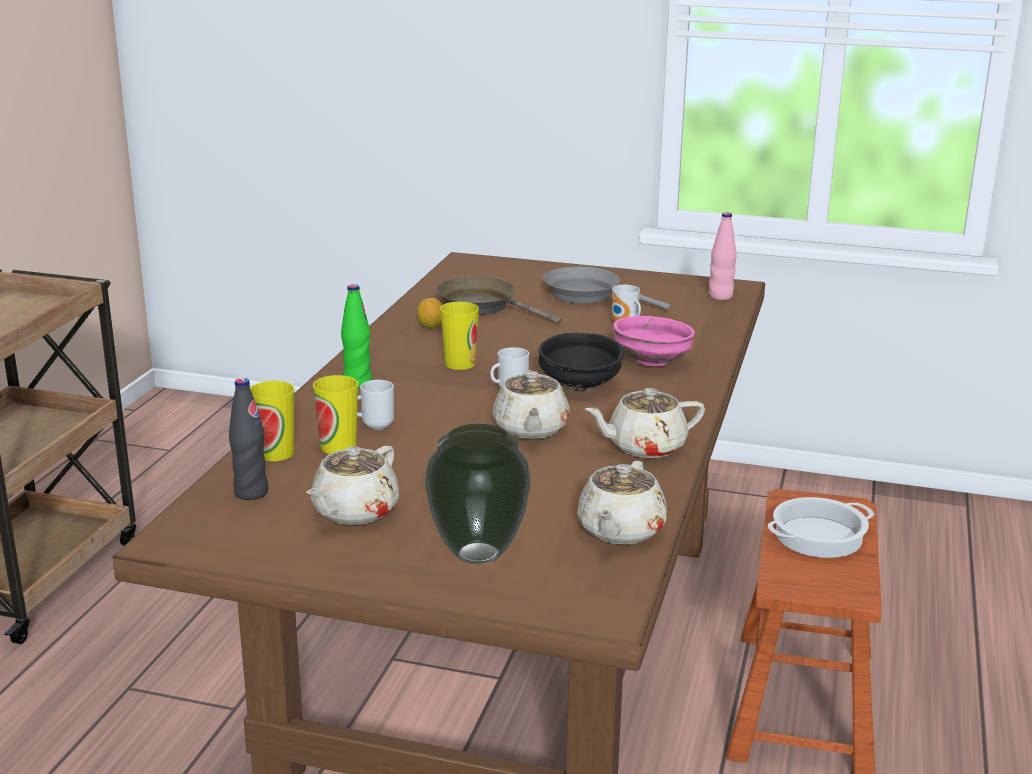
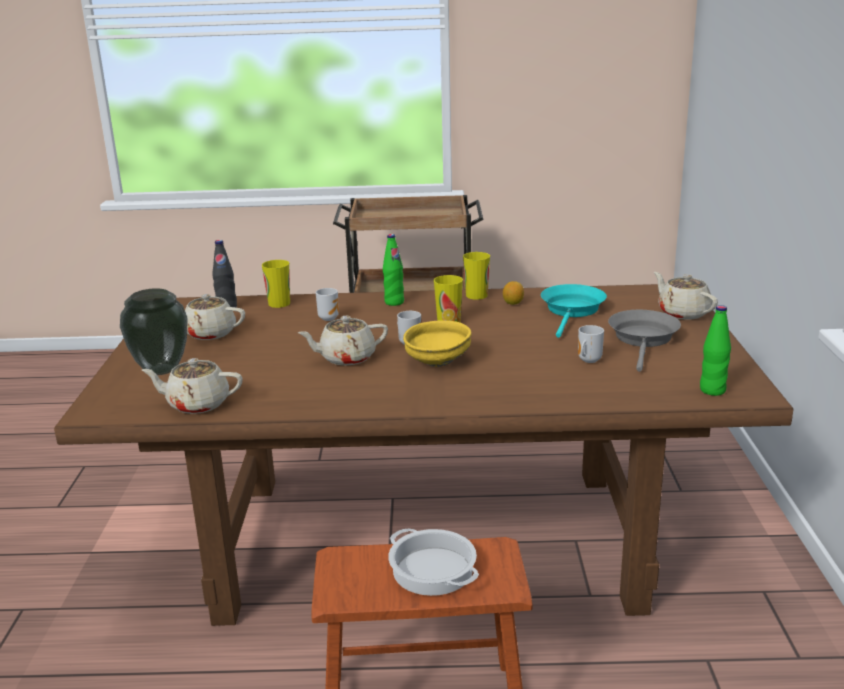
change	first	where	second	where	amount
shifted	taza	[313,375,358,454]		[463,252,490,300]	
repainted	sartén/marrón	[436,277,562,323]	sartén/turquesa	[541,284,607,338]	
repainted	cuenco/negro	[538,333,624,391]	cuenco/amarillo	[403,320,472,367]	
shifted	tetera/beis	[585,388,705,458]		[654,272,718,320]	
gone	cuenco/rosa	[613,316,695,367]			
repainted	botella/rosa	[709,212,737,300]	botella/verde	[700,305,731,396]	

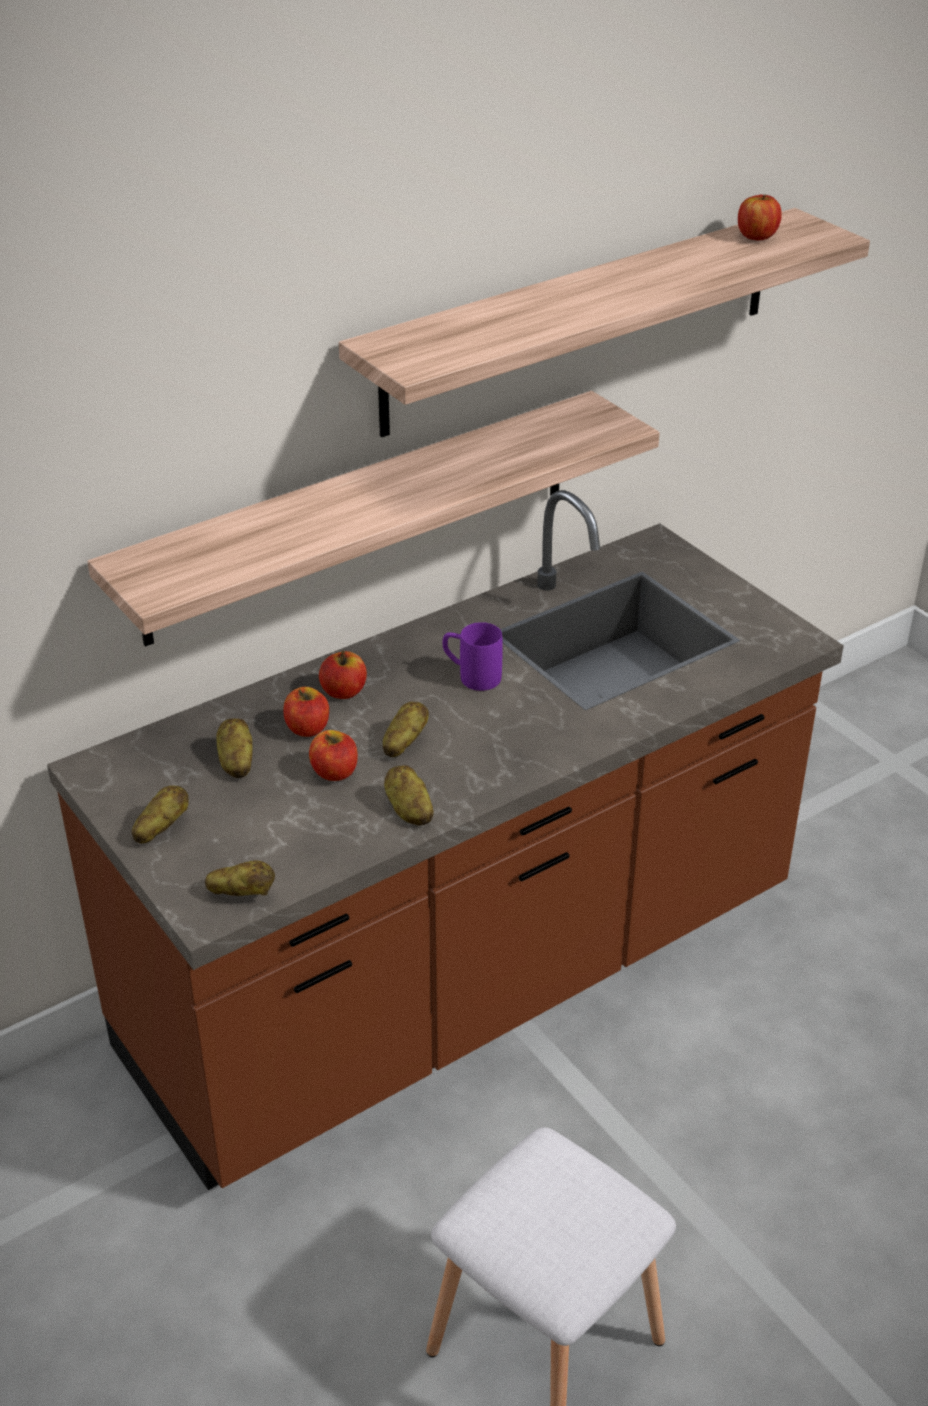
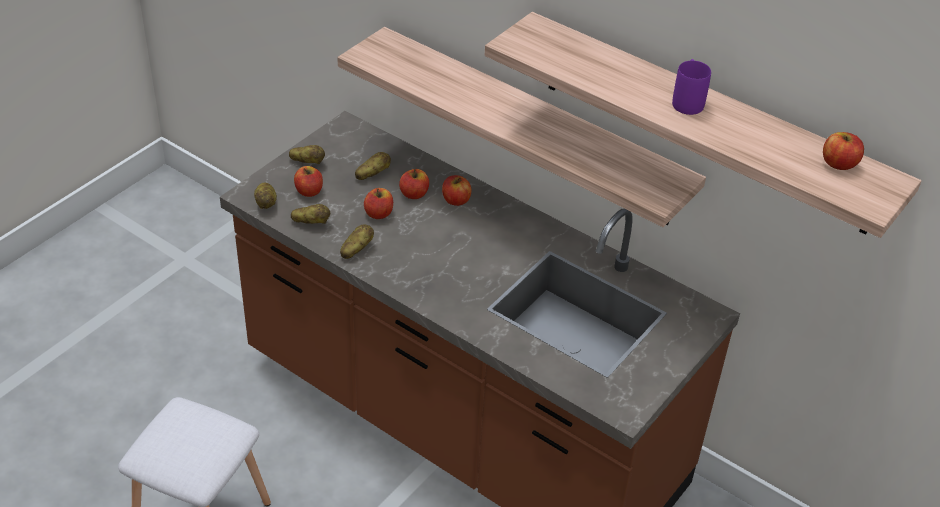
change	first	where	second	where	amount
shifted	patata	[383,702,429,757]		[291,204,330,224]	
shifted	taza grande/morado	[443,622,503,691]		[672,59,711,115]	
new			manzana	[294,166,323,197]	

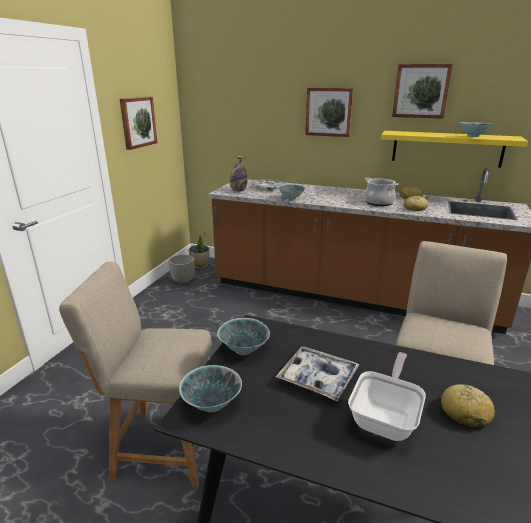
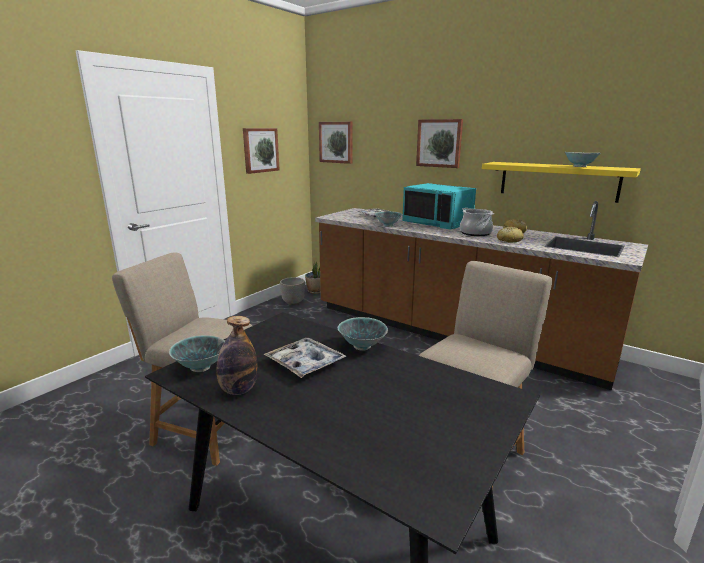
change	first	where	second	where	amount
shifted	cuenco	[217,318,270,355]		[338,317,388,351]	
shifted	botella	[230,156,247,192]		[216,316,258,395]	
gone	sartén	[348,352,426,441]			
shifted	cuadro	[392,64,453,119]		[319,122,353,164]	
gone	pan	[441,384,495,427]			
new			microondas/turquesa	[402,183,476,230]	

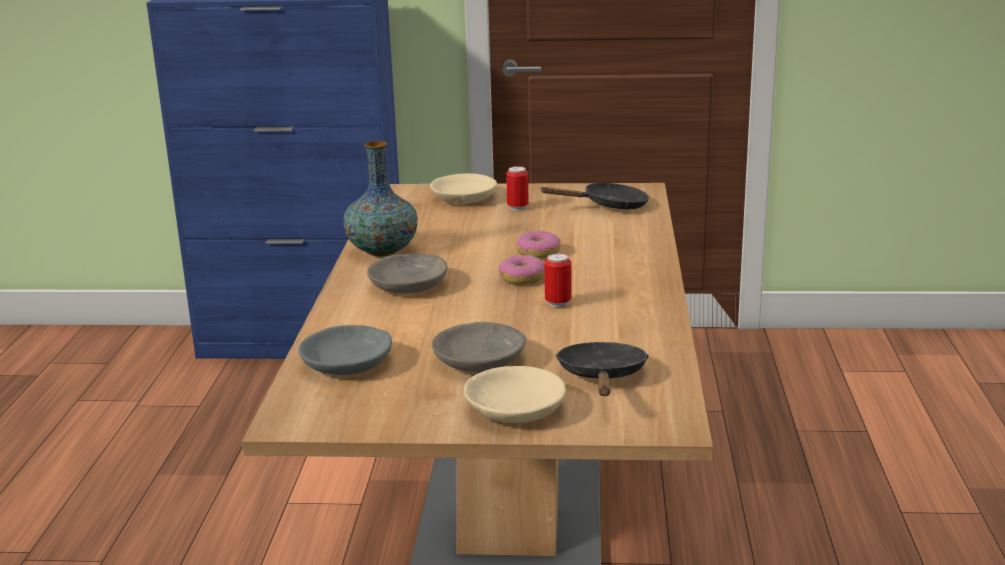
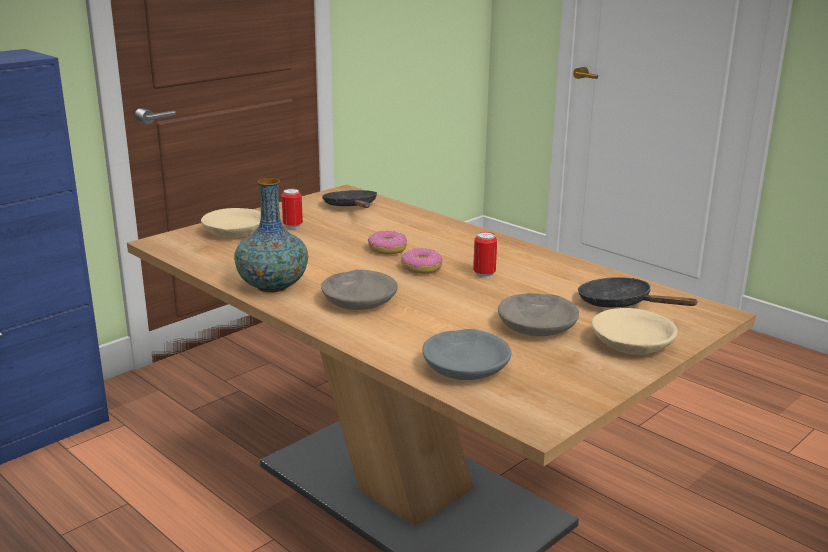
change	first	where	second	where	amount
rotated	sartén/negro	[540,182,649,209]		[322,190,377,208]	45 degrees counterclockwise

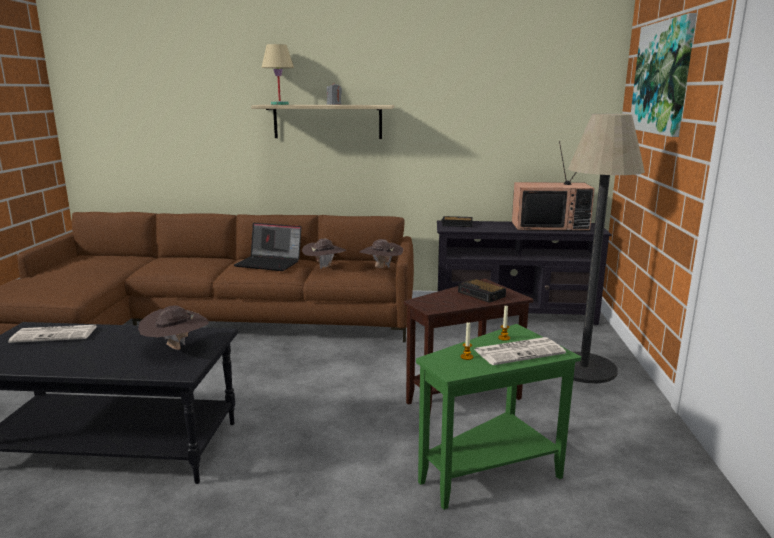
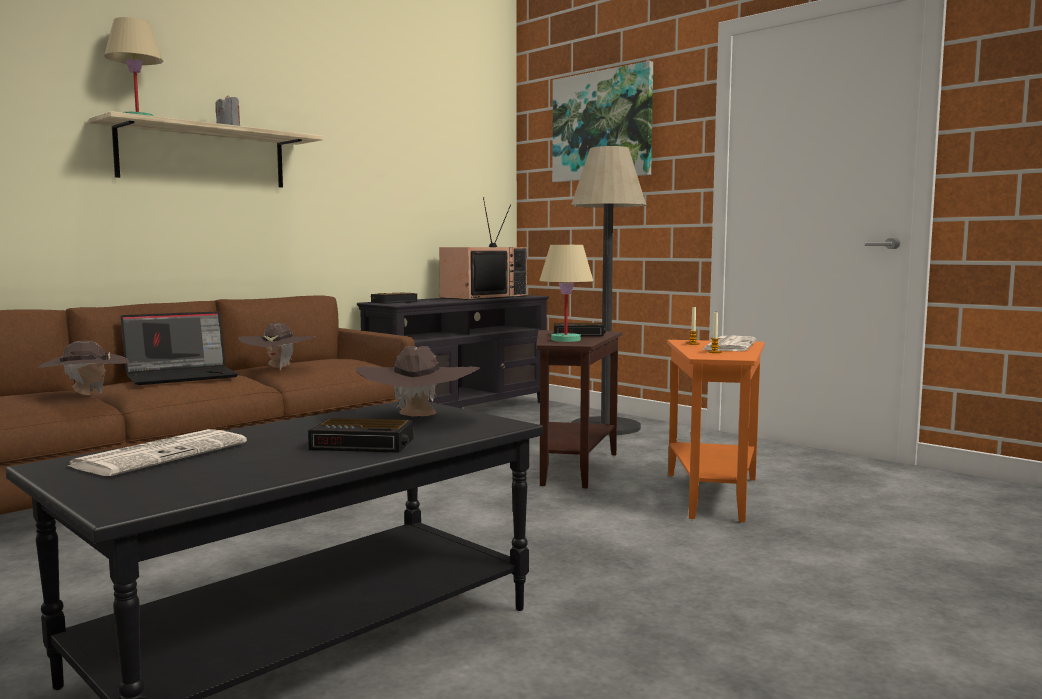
change	first	where	second	where	amount
shifted	sombrero/marrón	[360,239,403,268]		[37,340,130,395]	
repainted	mesa auxiliar/verde	[416,324,581,510]	mesa auxiliar/naranja	[667,340,765,522]	
new			despertador	[308,418,413,453]	
new			lámpara de mesa/beis	[539,245,593,342]	

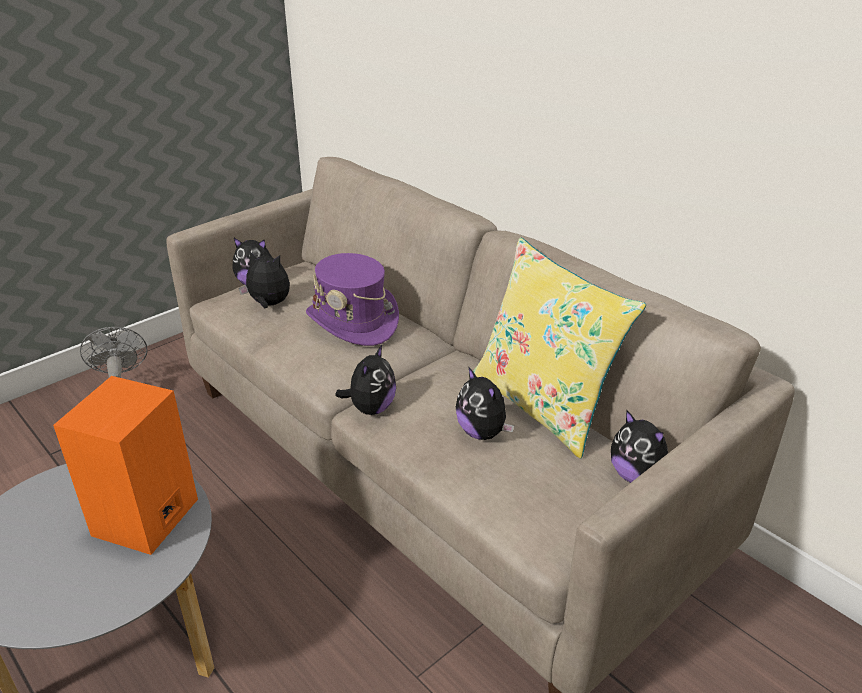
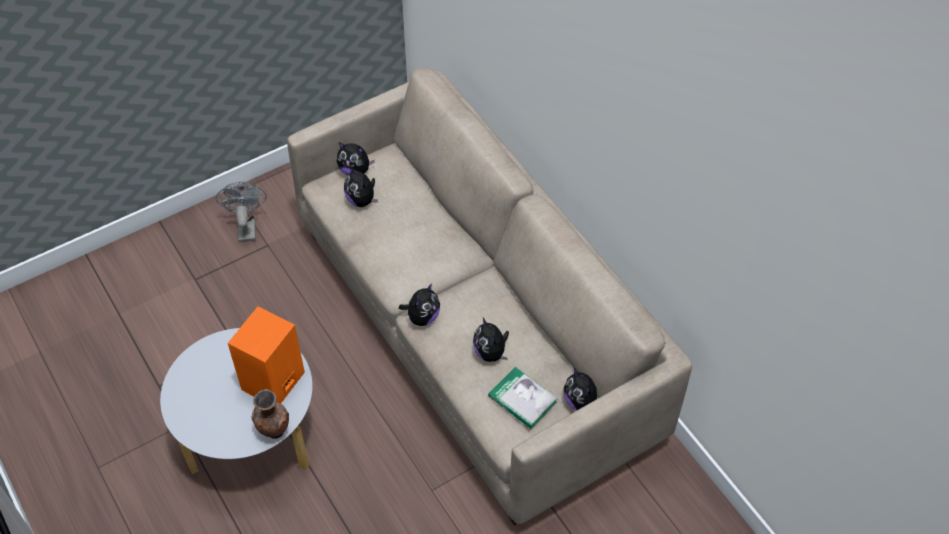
change	first	where	second	where	amount
rotated	peluche	[239,251,290,308]		[344,167,378,207]	150 degrees counterclockwise
gone	sombrero/morado	[306,253,399,346]			
gone	cojín/amarillo	[473,238,646,459]			
new			florero/marrón	[252,389,289,439]	
new			libro	[488,367,558,429]	

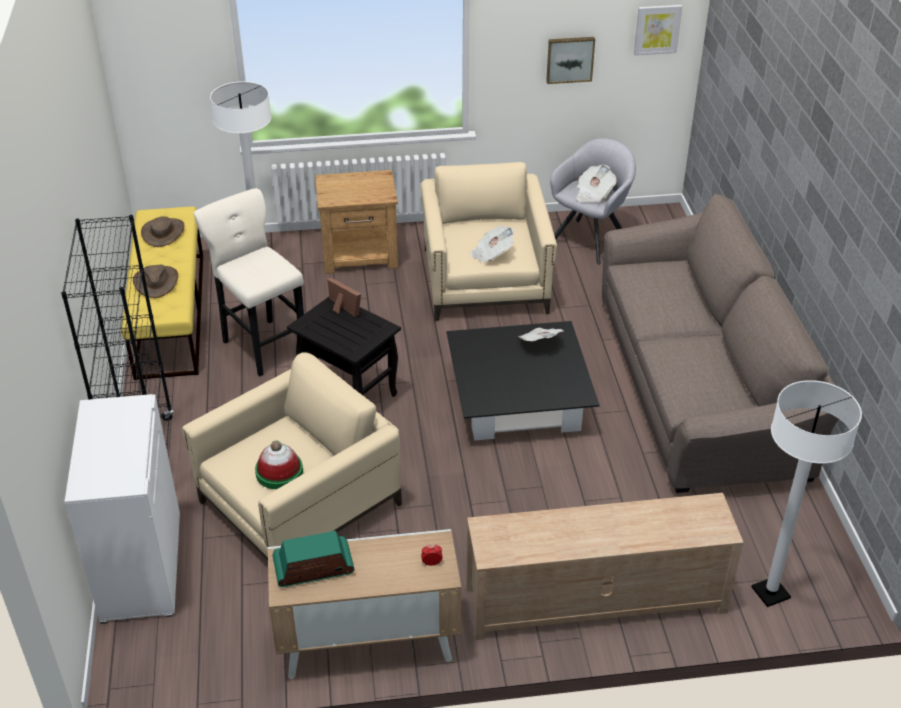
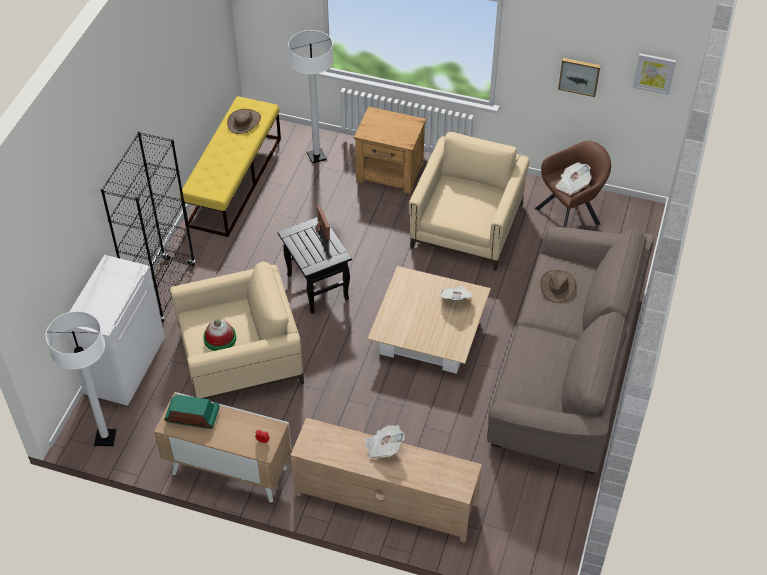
change	first	where	second	where	amount
shifted	sombrero/marrón	[133,264,178,298]		[540,270,576,303]	
gone	taburete/beis	[193,188,307,376]			
repainted	mesa de centro/negro	[446,321,599,441]	mesa de centro/beis	[367,266,491,374]	
shifted	periódico	[470,225,515,263]		[364,425,405,459]	
repainted	sillón/gris	[550,138,636,265]	sillón/marrón	[535,141,611,228]	
shifted	lámpara de pie/blanco	[751,380,862,607]		[46,311,116,446]	

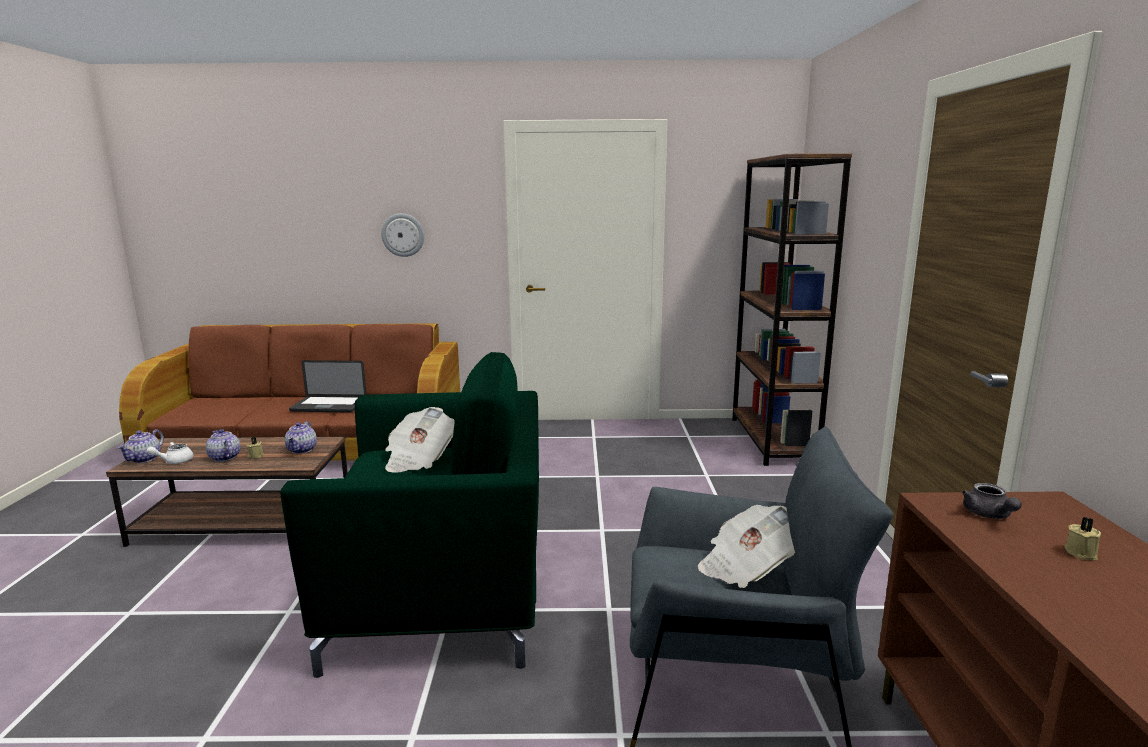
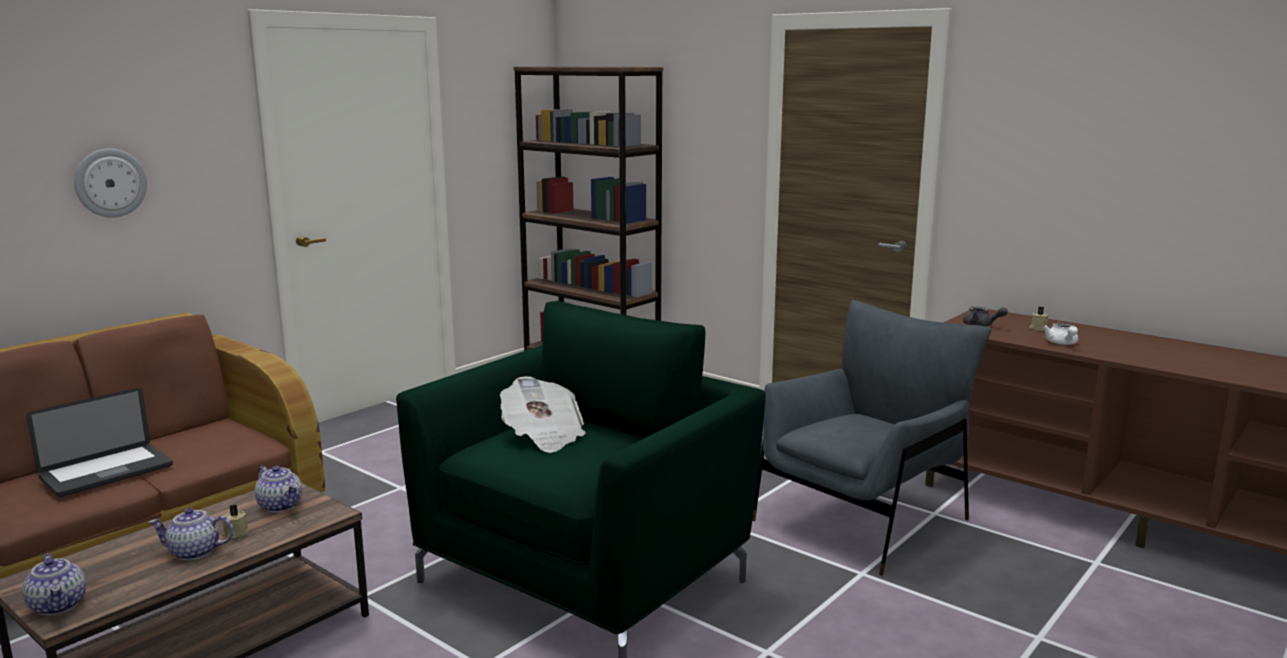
change	first	where	second	where	amount
shifted	tetera/blanco	[146,442,194,464]		[1043,322,1078,345]	
gone	periódico	[698,505,795,588]			

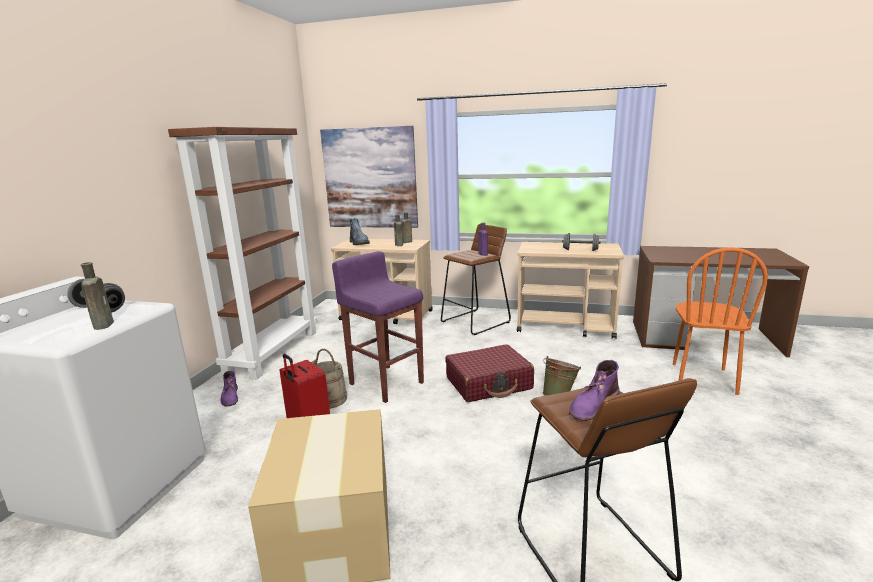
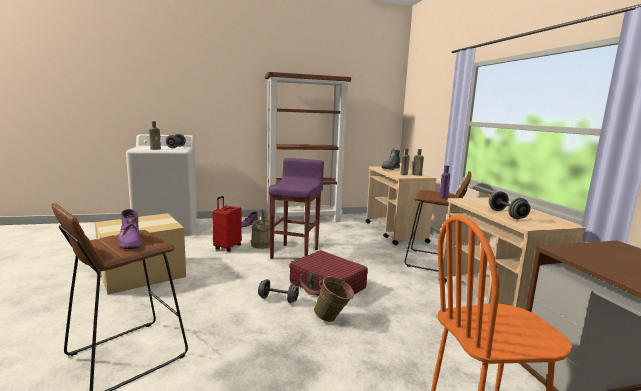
change	first	where	second	where	amount
gone	cuadro	[320,126,418,228]			
rotated	bota/morado	[569,360,620,421]		[118,209,142,249]	135 degrees counterclockwise
new			mancuerna/gris	[258,279,299,303]	

